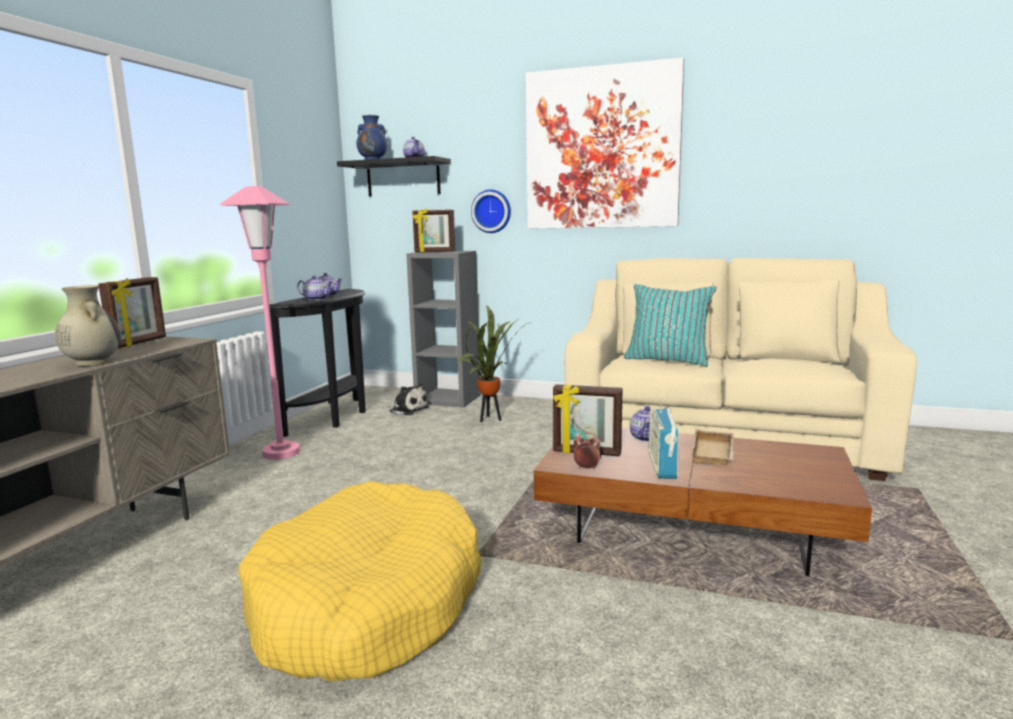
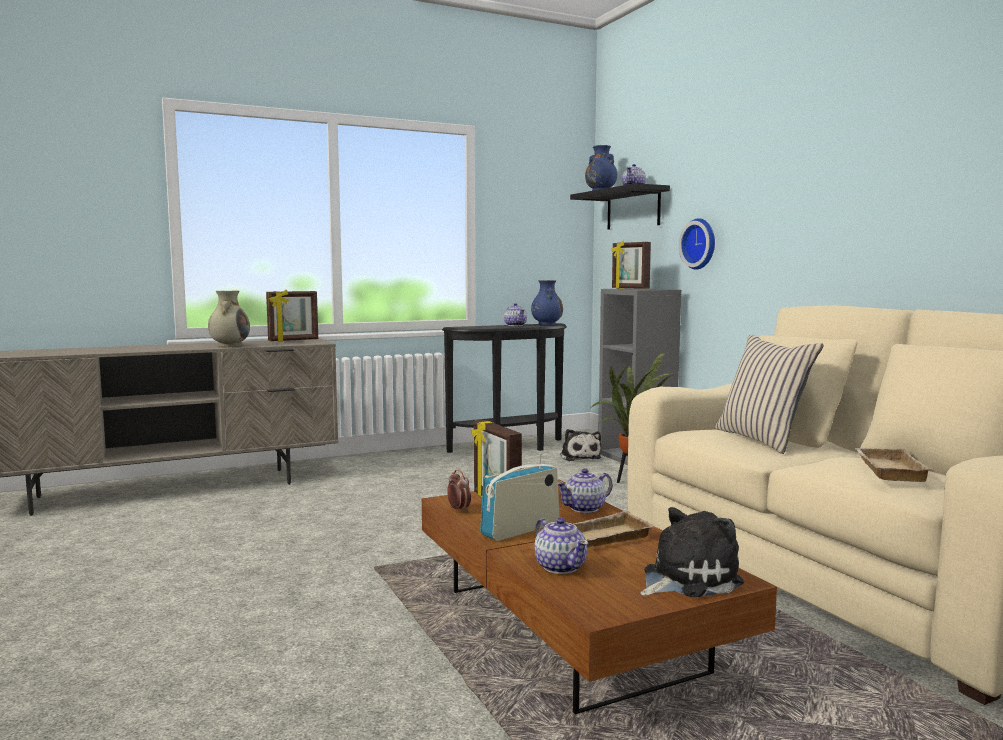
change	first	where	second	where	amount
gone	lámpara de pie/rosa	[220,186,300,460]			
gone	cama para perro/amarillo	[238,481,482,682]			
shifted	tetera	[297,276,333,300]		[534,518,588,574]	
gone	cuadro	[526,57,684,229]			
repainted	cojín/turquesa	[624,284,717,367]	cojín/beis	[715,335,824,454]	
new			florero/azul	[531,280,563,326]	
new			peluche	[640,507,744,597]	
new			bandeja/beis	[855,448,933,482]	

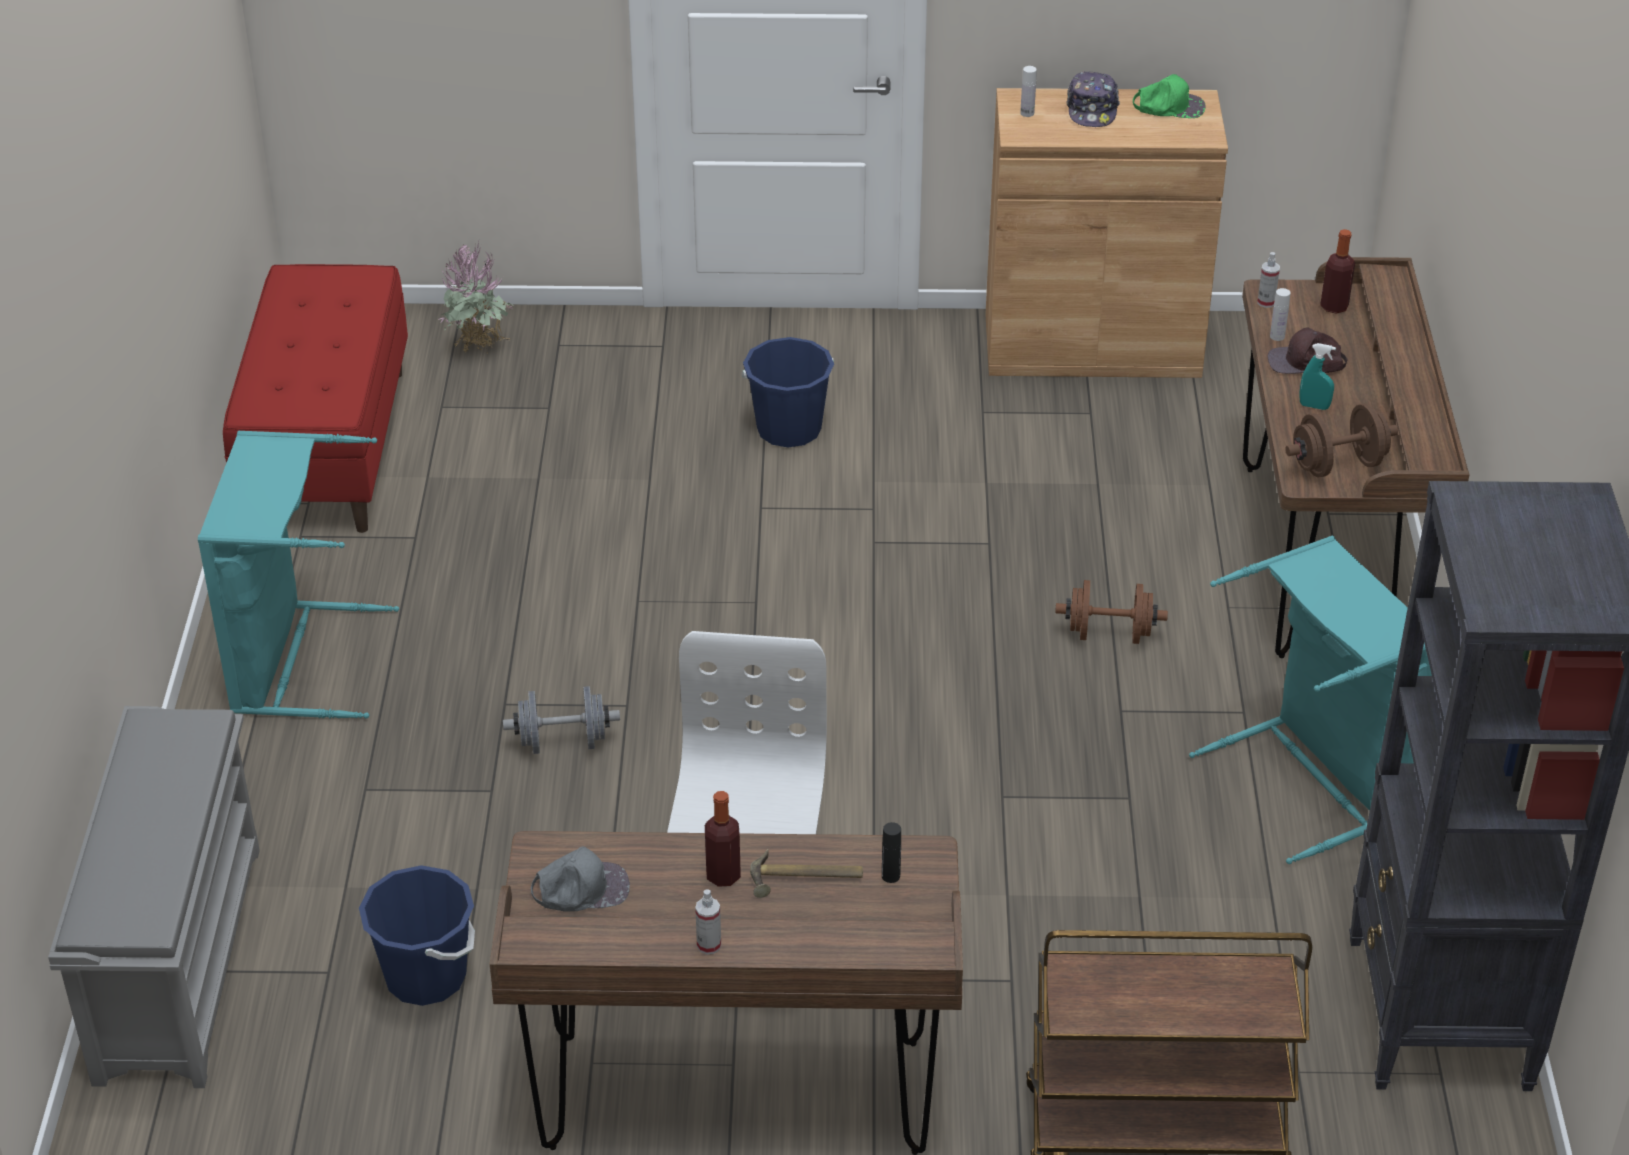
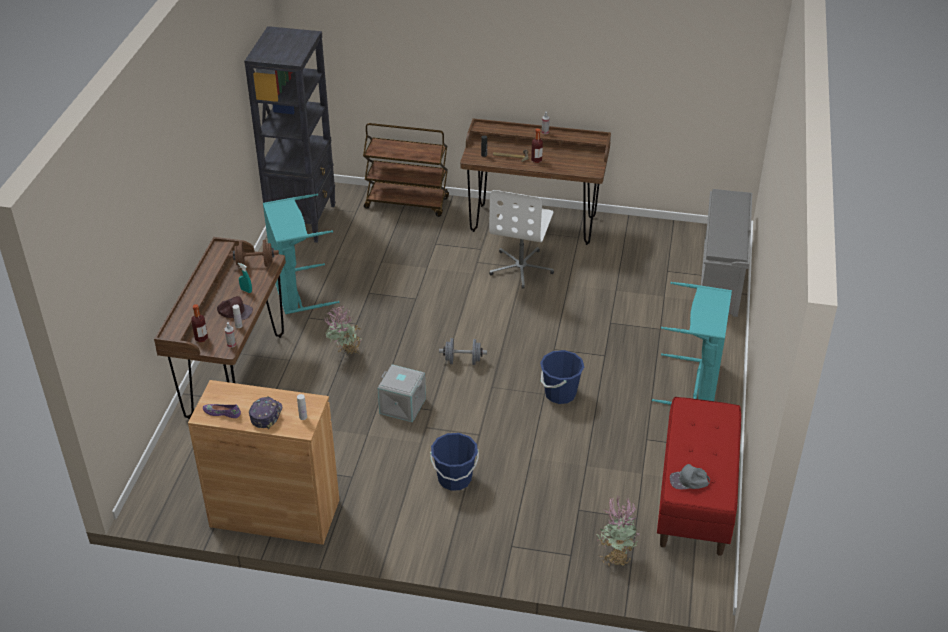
change	first	where	second	where	amount
shifted	cubo/azul	[359,865,475,1006]		[540,350,584,404]	
shifted	mancuerna/gris	[503,686,620,754]		[439,338,487,365]	
shifted	gorra/gris	[531,846,630,912]		[670,464,710,489]	
swapped	mancuerna/marrón	[1055,580,1168,644]	planta en maceta	[325,306,362,355]	
swapped	gorra/verde	[1133,74,1206,118]	zapato/morado	[203,404,241,418]	
new			caja de almacenaje/gris	[377,365,426,423]	

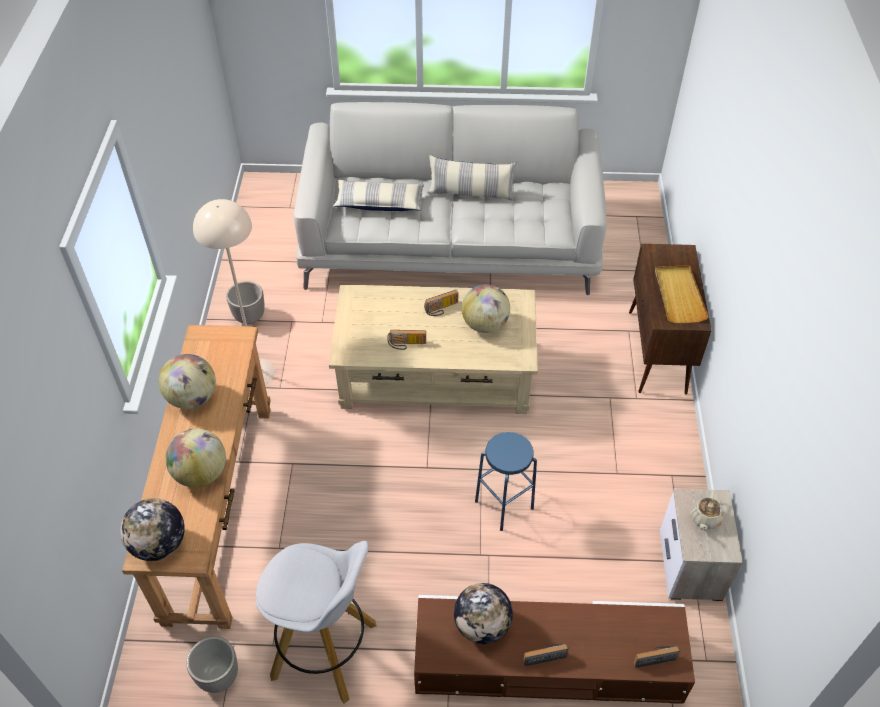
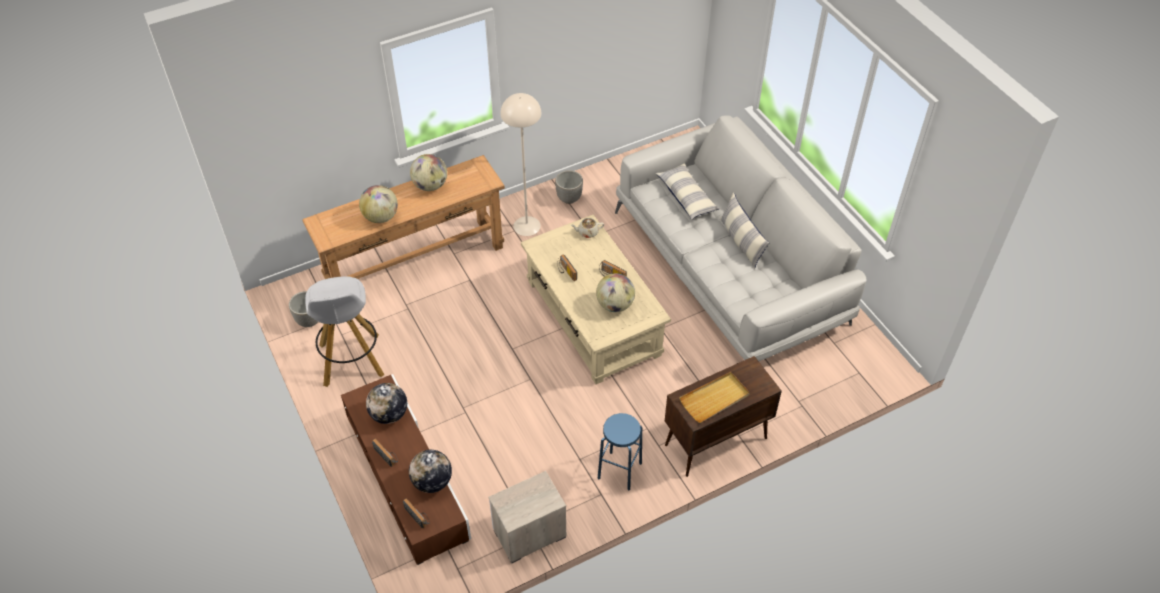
change	first	where	second	where	amount
shifted	globo terráqueo	[120,498,185,561]		[409,450,452,493]	
shifted	taburete/azul	[475,432,537,531]		[598,413,642,491]	
shifted	tetera/beis	[691,490,723,531]		[571,218,604,238]	

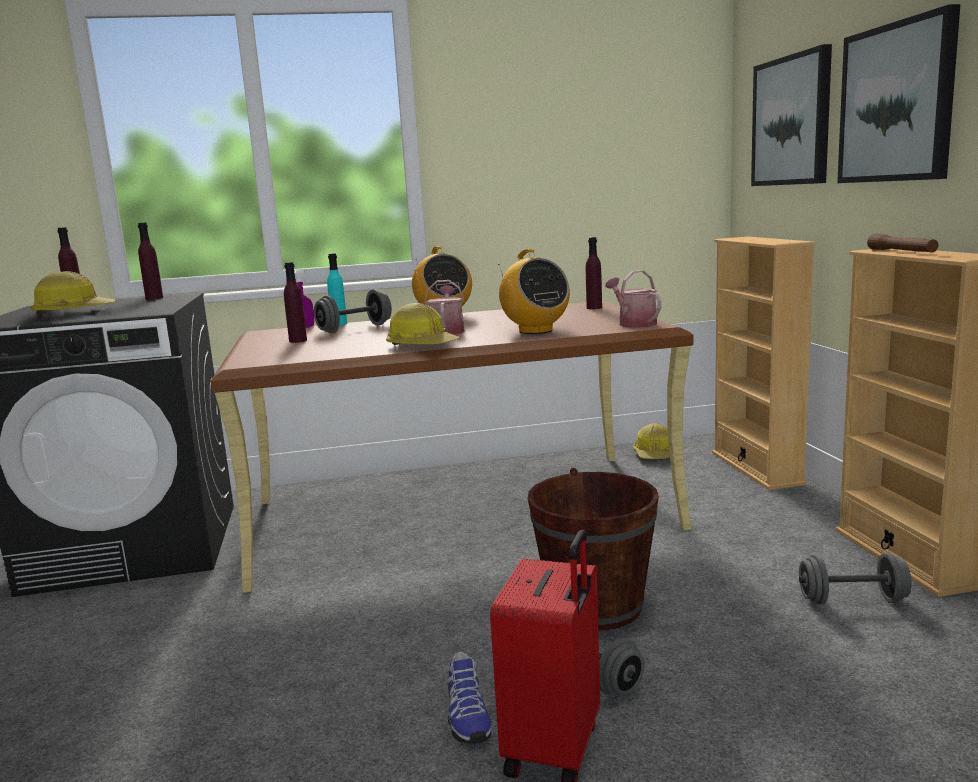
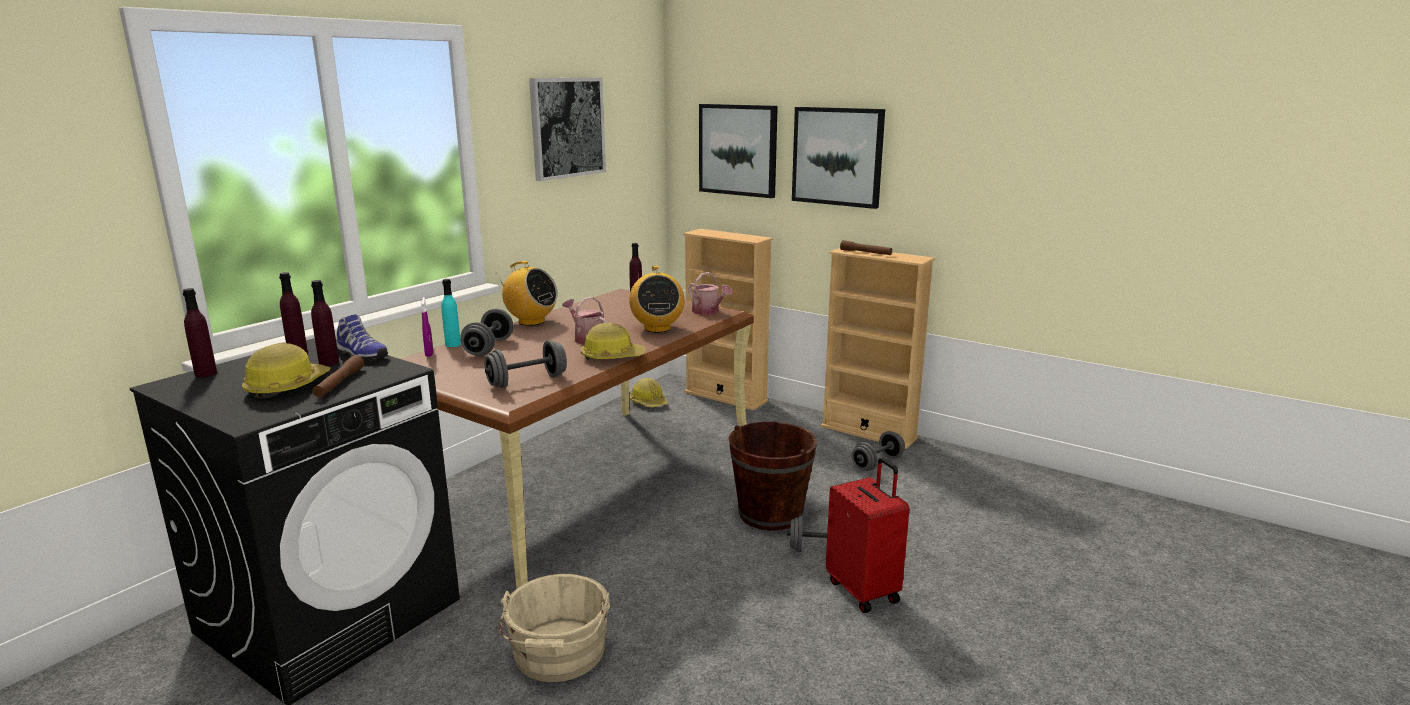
change	first	where	second	where	amount
shifted	botella/morado	[284,262,307,343]		[311,280,339,366]	
shifted	zapato	[448,652,492,745]		[336,314,388,362]	
rotated	radio	[498,249,570,334]		[629,265,685,333]	60 degrees clockwise
rotated	regadera	[605,270,662,328]		[688,272,732,315]	150 degrees counterclockwise
new			linterna/marrón	[312,355,364,397]	
new			mancuerna/gris	[484,340,567,388]	
new			cubo/beis	[499,574,610,682]	
new			cuadro	[529,78,606,181]	

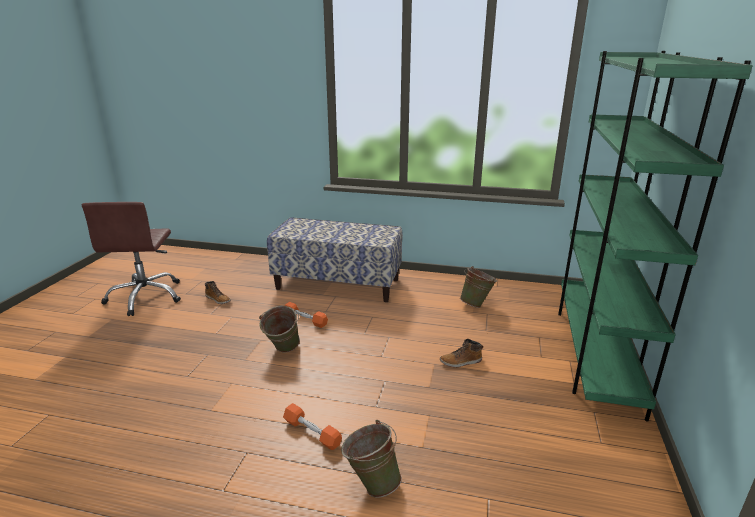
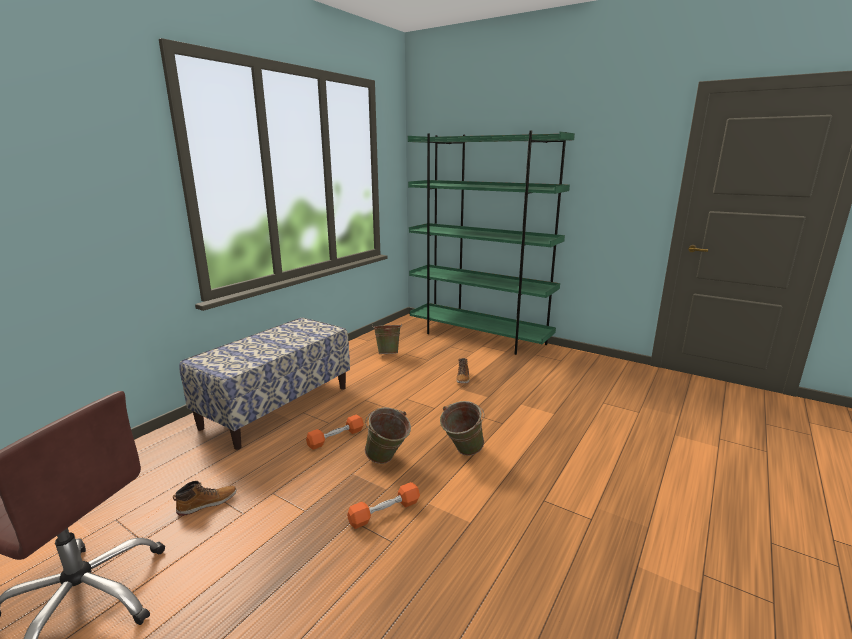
change	first	where	second	where	amount
shifted	mancuerna/naranja	[283,403,342,450]		[347,482,420,529]	
shifted	cubo/verde	[341,420,402,498]		[440,401,484,456]	

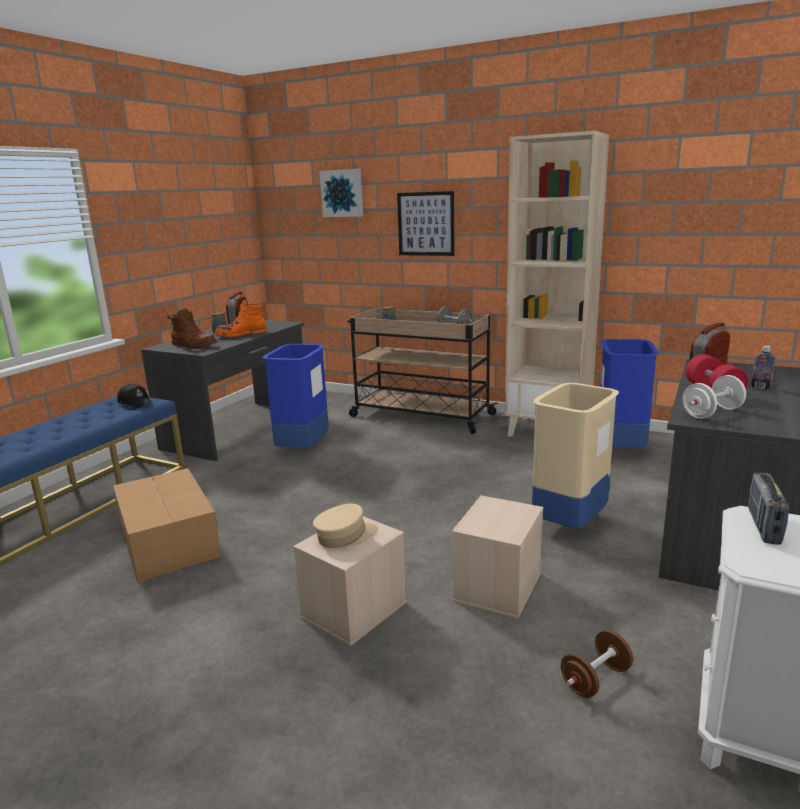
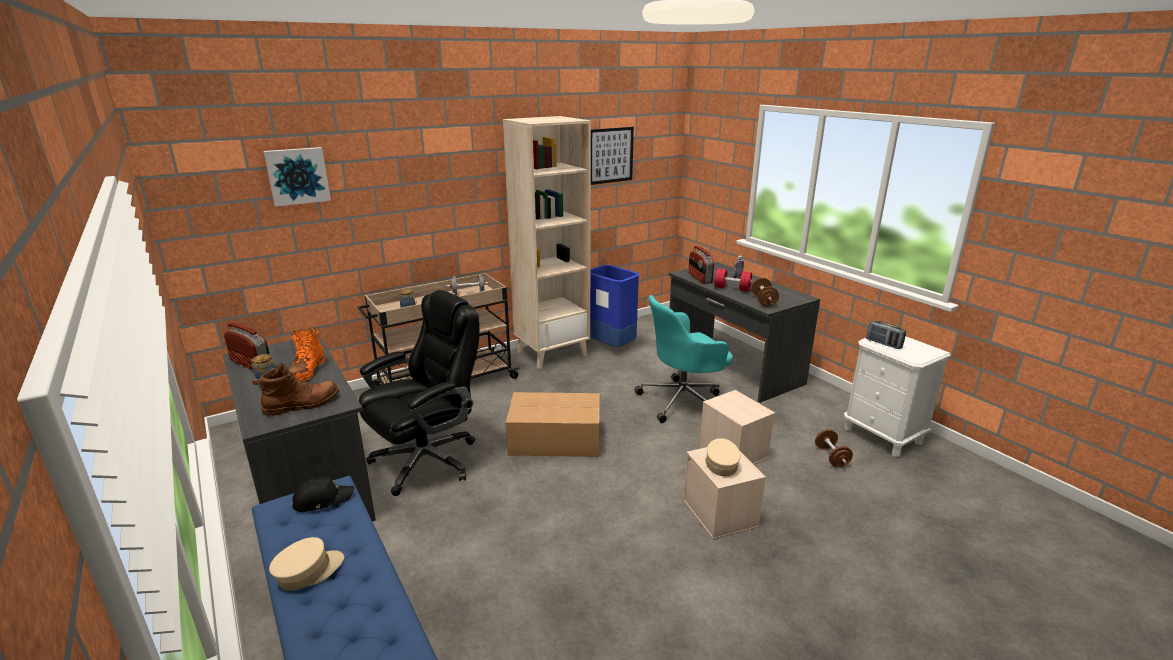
change	first	where	second	where	amount
shifted	caja de cartón	[113,468,222,582]		[506,392,600,457]	
swapped	papelera/azul	[263,344,329,448]	silla de oficina/negro	[359,290,479,496]	
shifted	cuadro	[397,191,455,256]		[591,127,634,185]	
swapped	papelera/beis	[532,383,619,529]	silla de oficina/turquesa	[635,295,733,423]	
repainted	mancuerna/blanco	[682,375,746,419]	mancuerna/marrón	[751,278,779,307]	
new			gorra/beis	[269,537,344,591]	

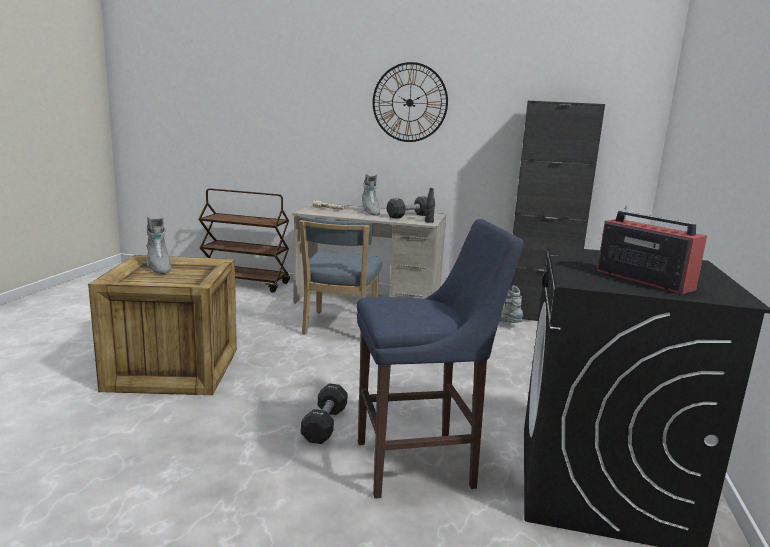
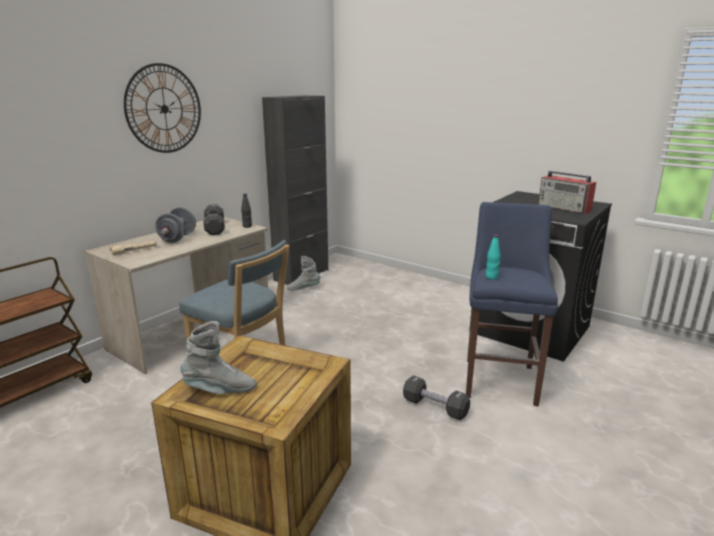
change	first	where	second	where	amount
swapped	bota/gris	[362,174,380,216]	mancuerna/gris	[155,207,196,243]	
rotated	radio	[597,205,707,294]		[538,171,596,214]	120 degrees counterclockwise
new			botella/turquesa	[486,235,501,279]	

